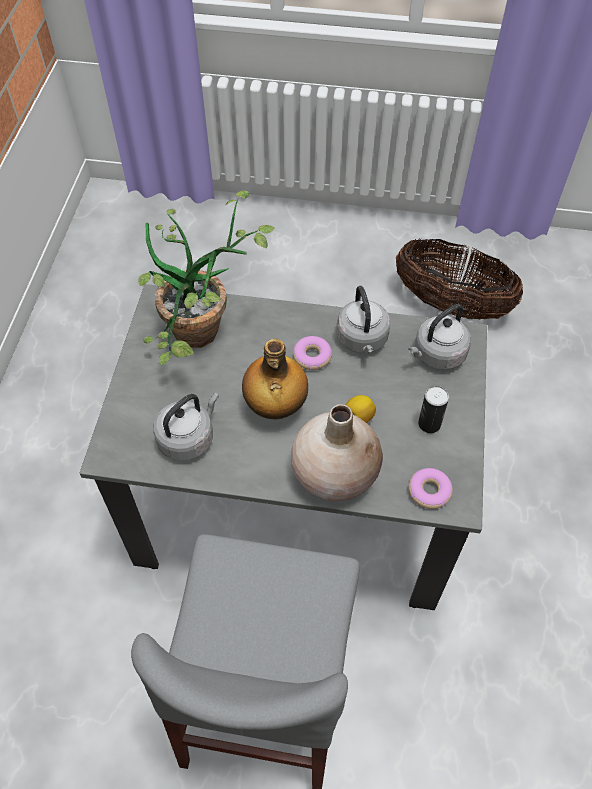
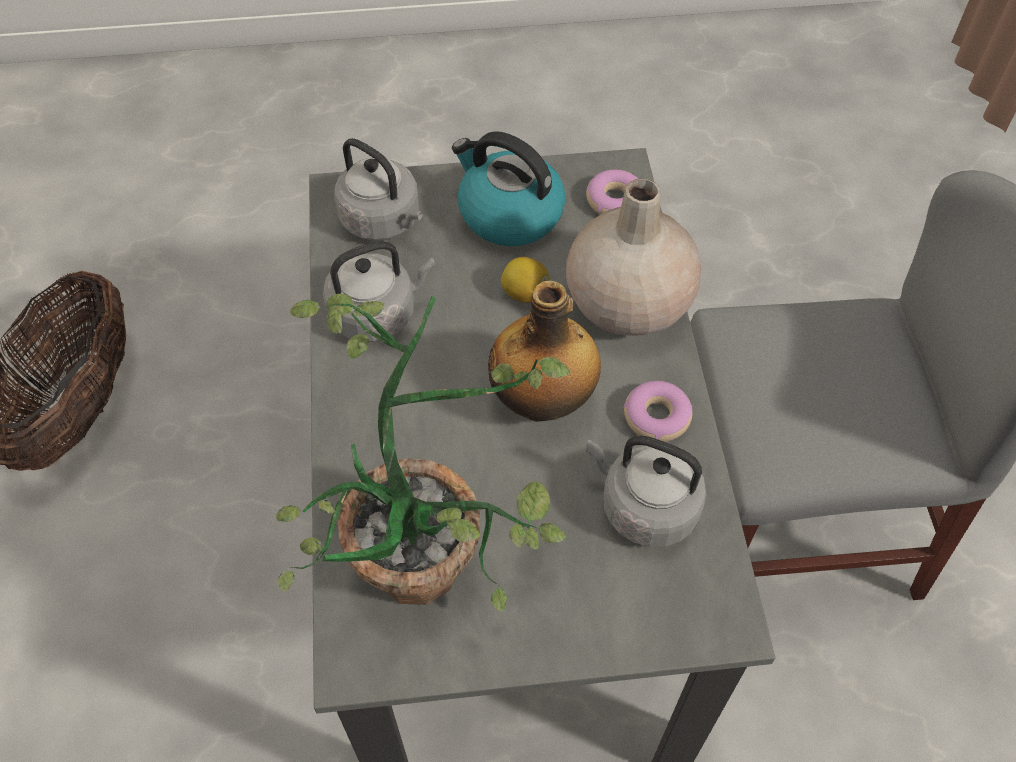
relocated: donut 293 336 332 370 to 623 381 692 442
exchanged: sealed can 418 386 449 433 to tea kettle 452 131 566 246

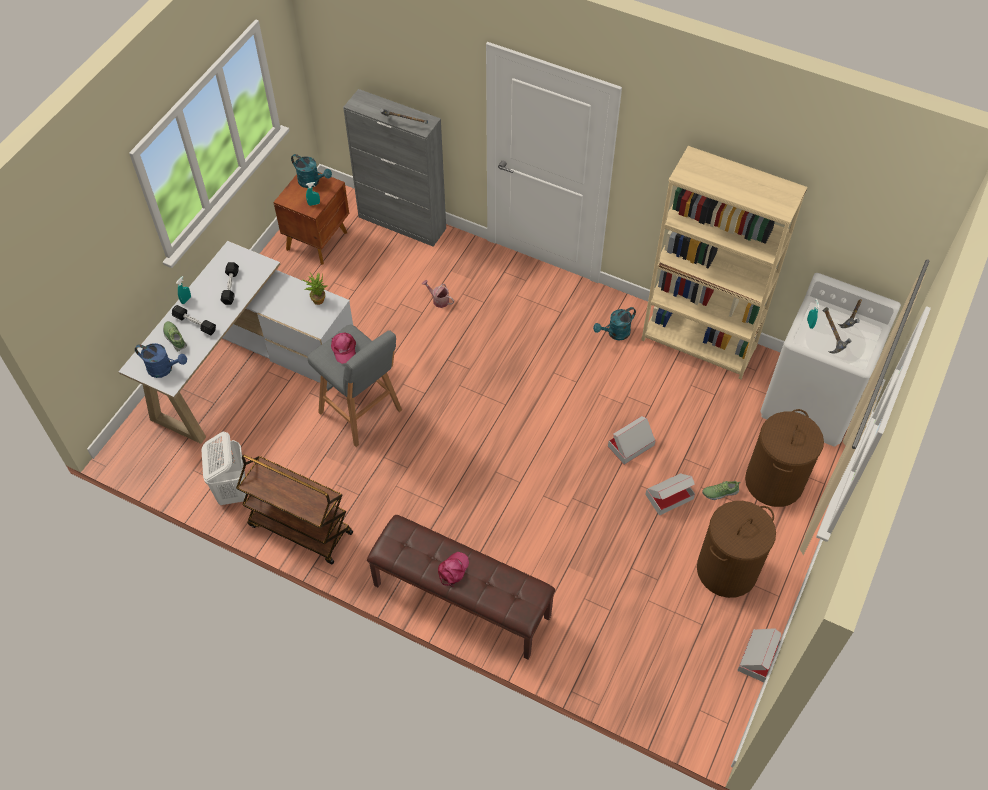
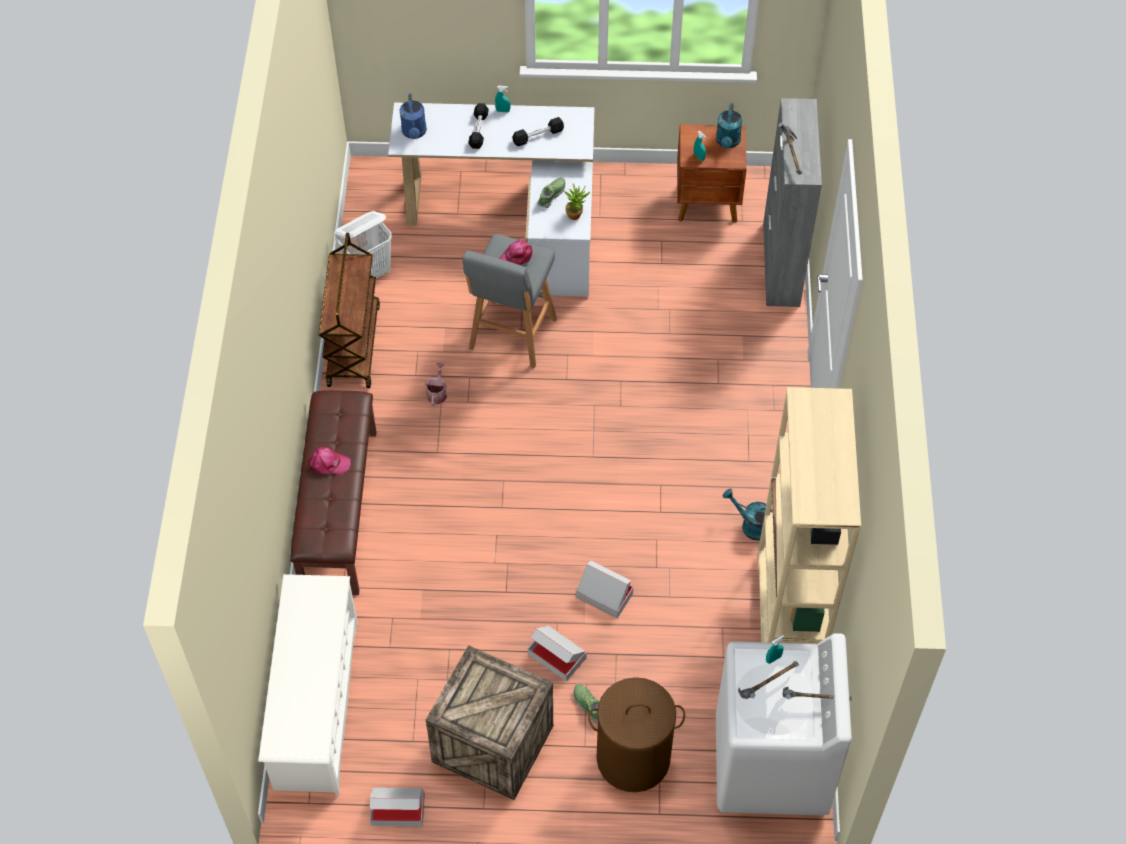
appeared: white-coloured shoe stand 258 574 358 796
relocated: item of footwear 163 321 187 351 to 537 178 565 208; sprinkling can 422 280 454 308 to 425 363 447 406
exchanged: brown-coloured hamper 697 501 776 598 to packing crate 426 645 553 800

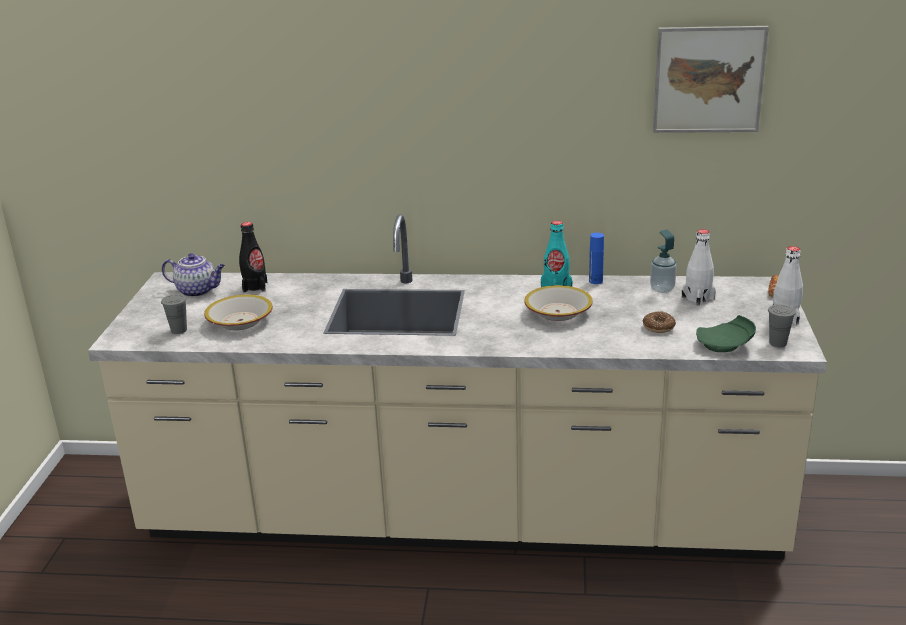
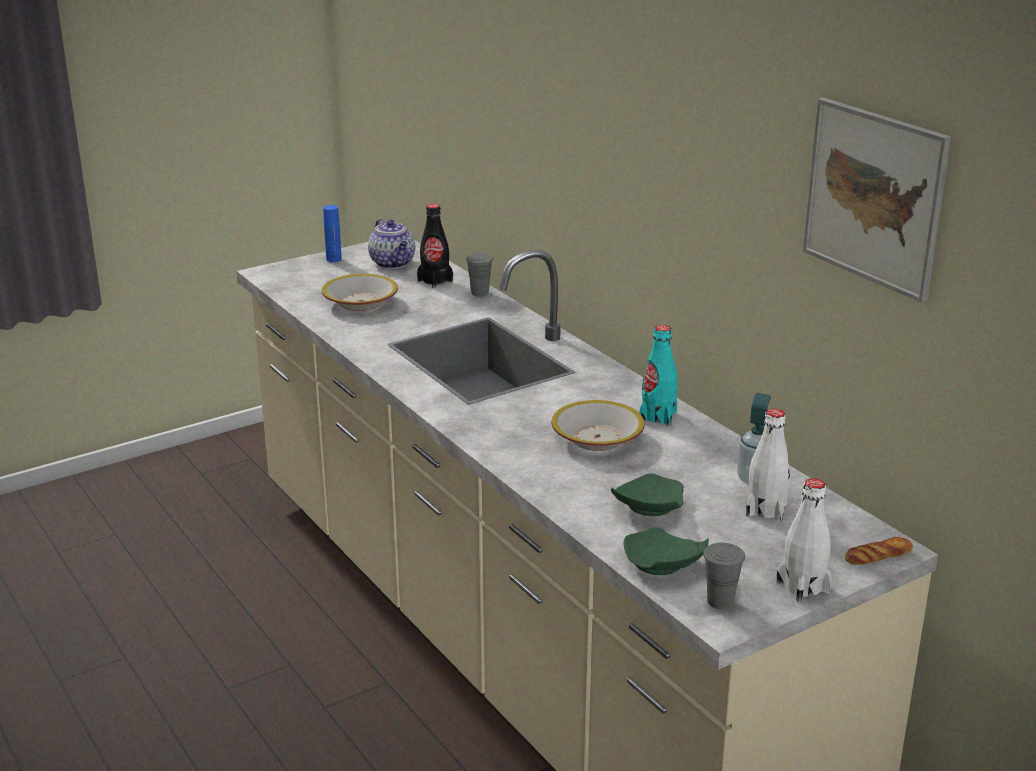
relocated: greyish cup 161 294 187 334 to 466 253 493 297; bluish bottle 589 233 604 284 to 323 205 342 262
exchanged: donut 643 311 676 333 to green-coloured plate 611 473 684 516

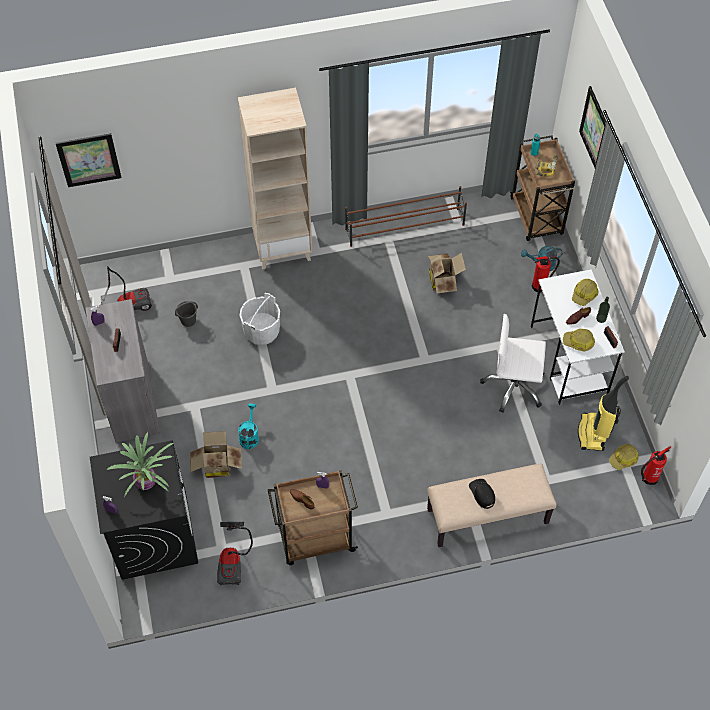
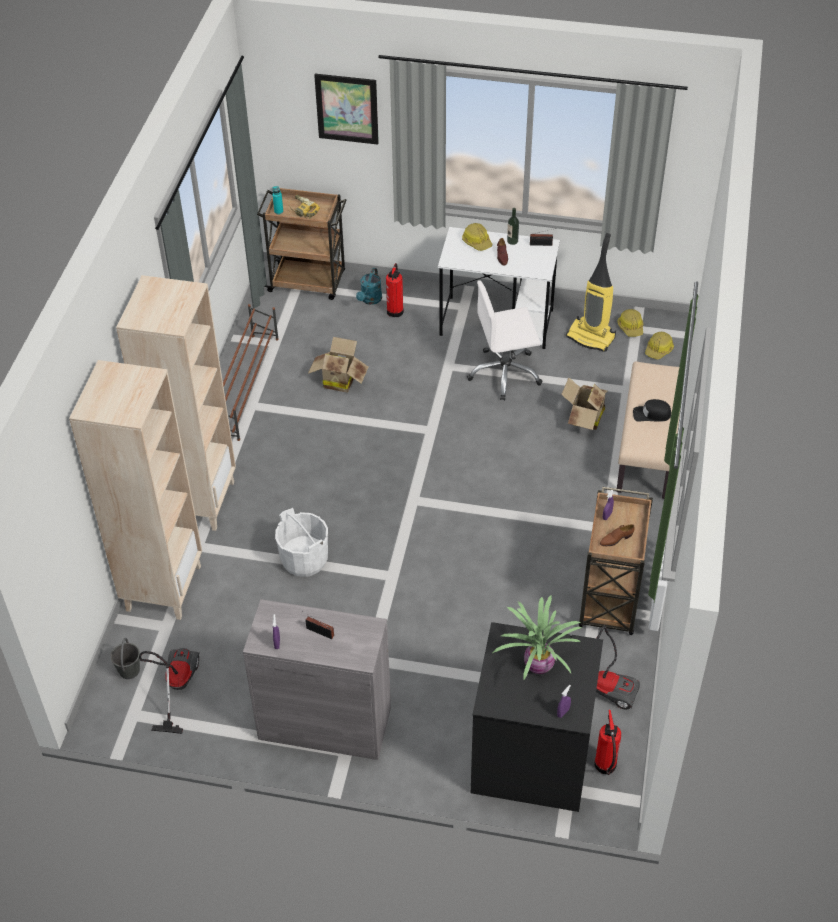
missing: picture 55 133 122 187; turquoise sprinkling can 238 404 259 449
appeared: sand-coloured shelving unit 69 360 202 620
relocated: greyish pail 175 301 198 327 to 110 638 140 679; packing box 190 431 242 478 to 561 378 608 430; hard hat 563 329 595 351 to 645 332 674 360; fire-fighting cylinder 641 446 671 485 to 594 710 621 775
spun: white-coloured desk chair 480 314 546 413 = 467 280 543 400 45 degrees clockwise

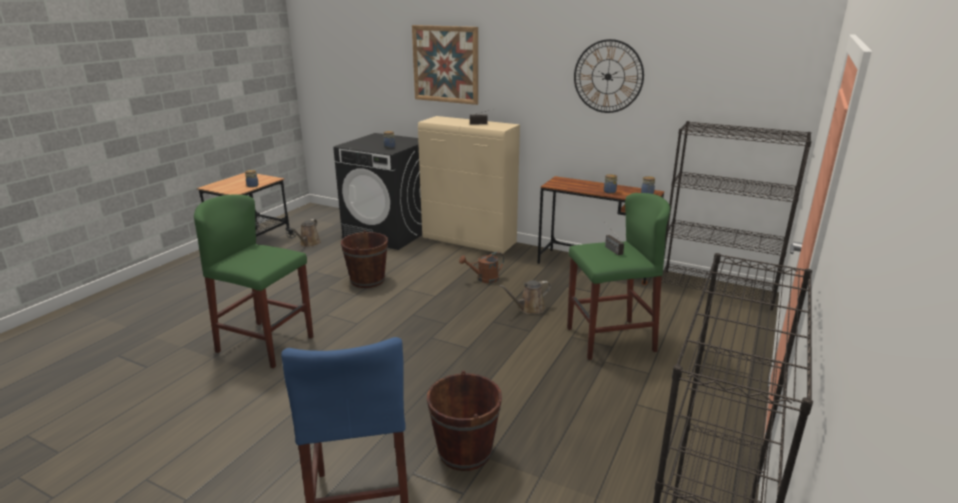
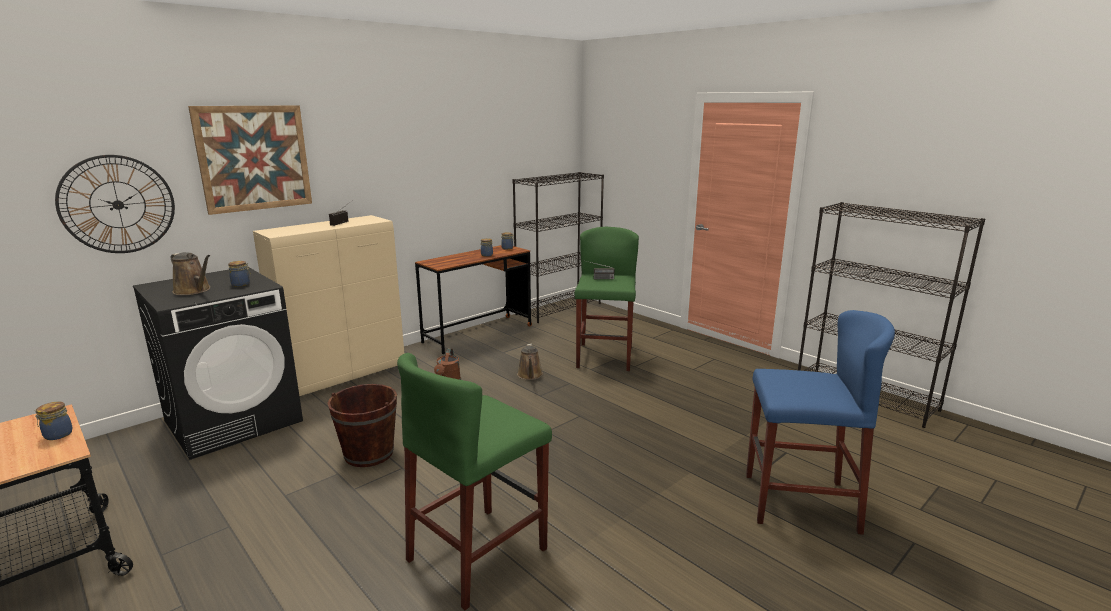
missing: brown-coloured pail 427 371 502 471
relocated: brown-coloured sprinkling can 291 219 321 247 to 171 252 210 295; hanging clock 574 39 644 113 to 55 155 175 253

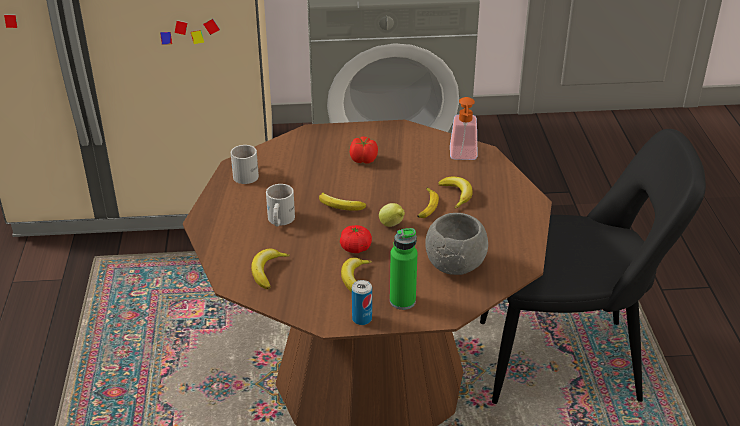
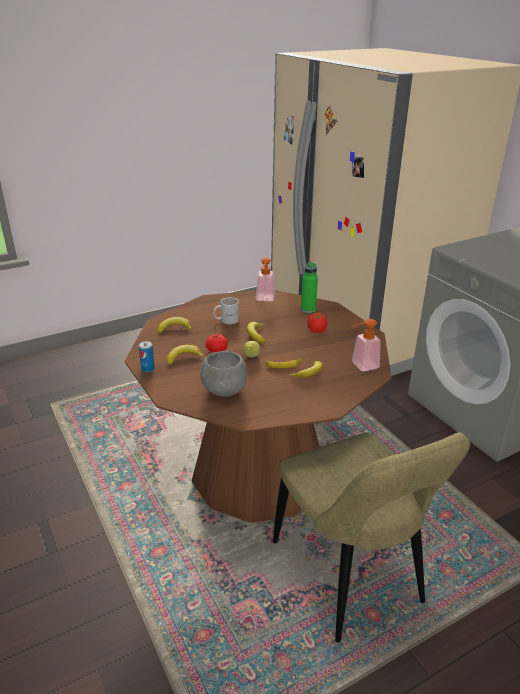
relocated: green-coloured bottle 390 228 418 310 to 301 262 318 313
exchanged: white-coloured mug 231 145 259 184 to soap bottle 256 258 275 301
colour: black-coloured plain chair 480 129 706 404 to sand-coloured plain chair 273 432 470 643

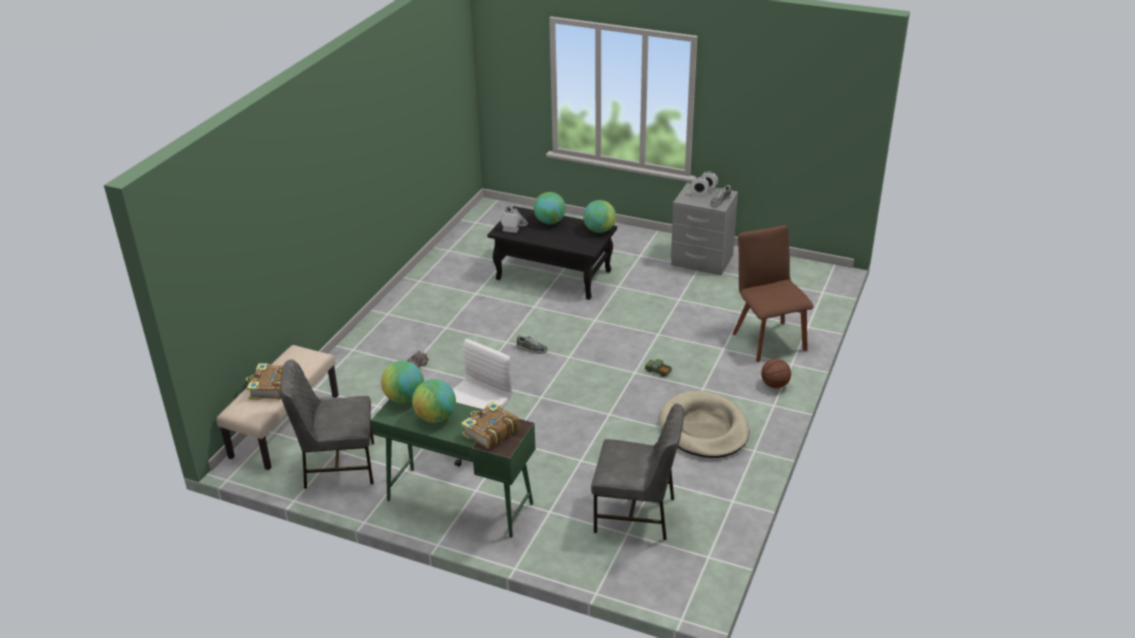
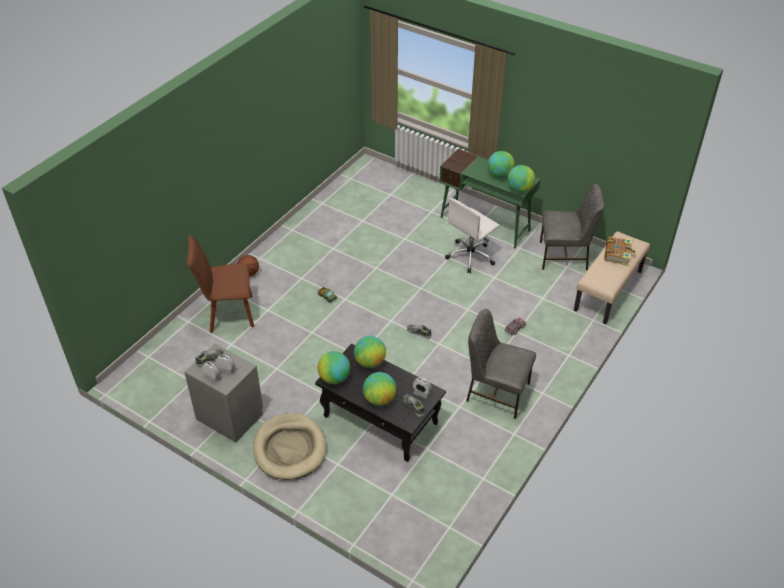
missing: bound book 461 401 519 449
appeared: globe 354 336 386 368
relocated: greyish plain chair 591 404 684 540 to 466 309 536 419; sand-coloured pet bed 659 390 750 458 to 253 413 327 480
spun: brown-coloured plain chair 732 225 814 362 = 187 235 254 333 90 degrees clockwise

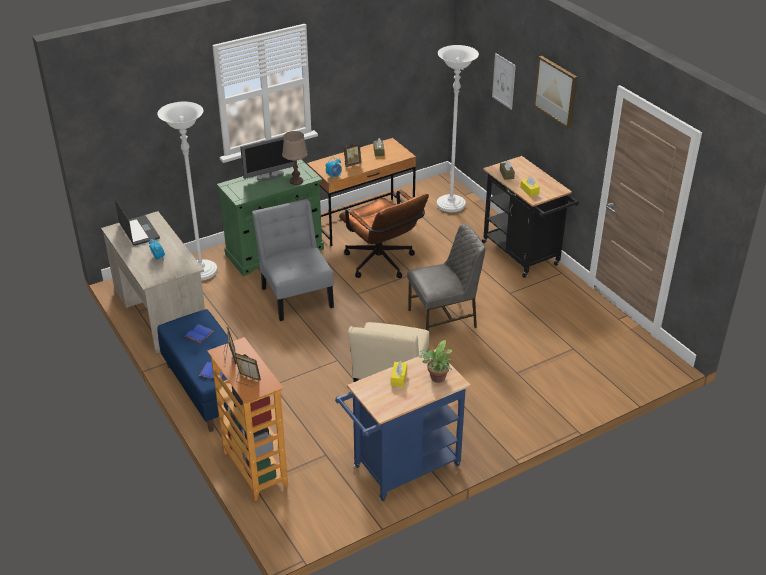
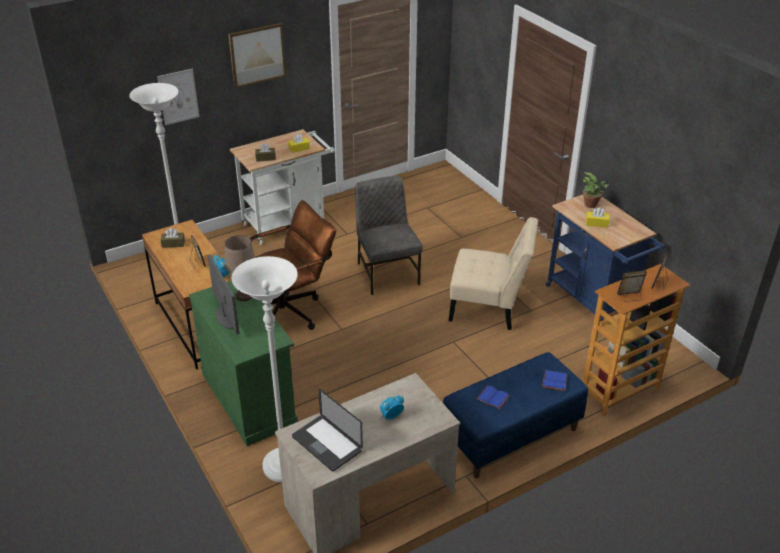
missing: greyish plain chair 252 199 334 321
colour: black-coloured trolley 482 156 579 278 to white-coloured trolley 230 129 335 245
spun: portable computer 115 200 160 246 = 292 389 363 471 105 degrees counterclockwise

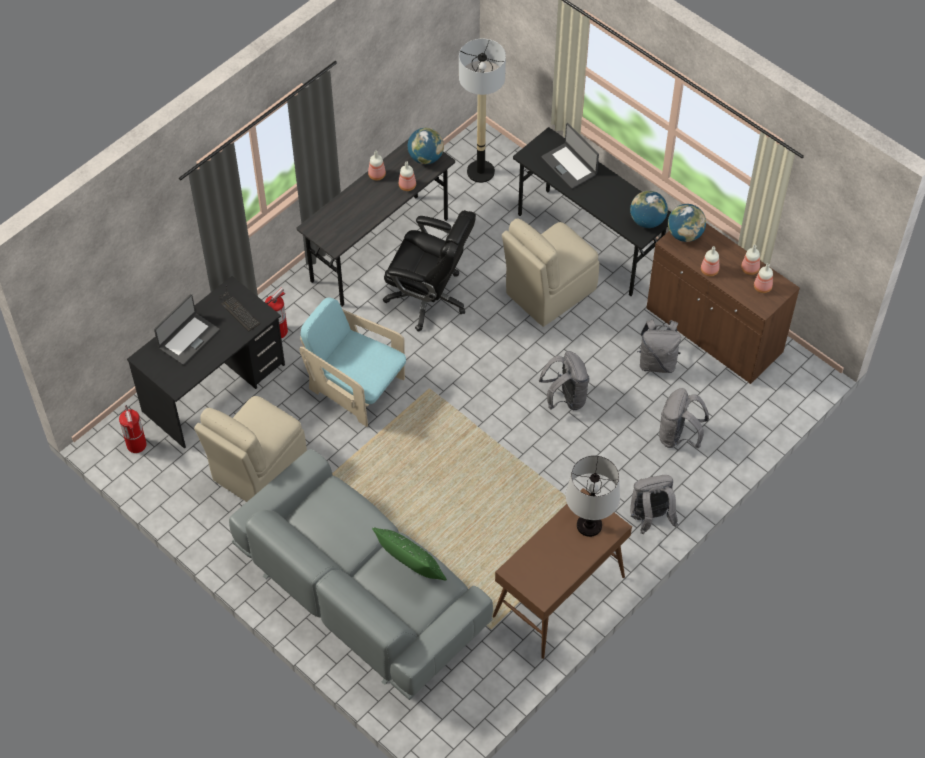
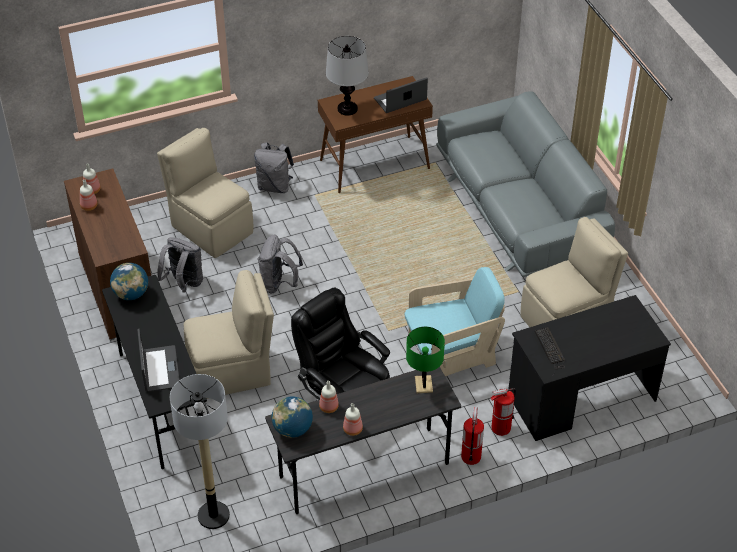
missing: green-coloured cushion 372 527 447 580; globe 668 204 706 242; bottle 701 246 719 276
appeared: green-coloured table lamp 406 327 445 393
relocated: fire-fighting cylinder 119 405 147 453 to 461 407 484 465; portable computer 154 294 220 365 to 374 77 428 113
exchanged: greyish rucksack 659 388 709 448 to sand-coloured plain chair 157 128 253 258
spun: turquoise lounge chair 299 297 406 427 = 405 267 505 376 75 degrees counterclockwise

